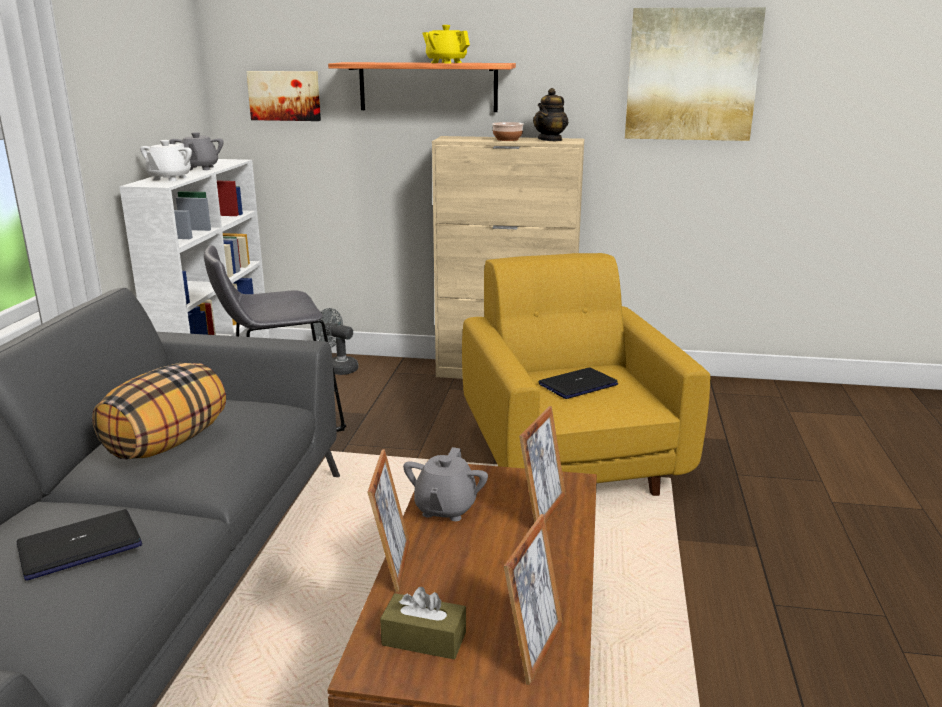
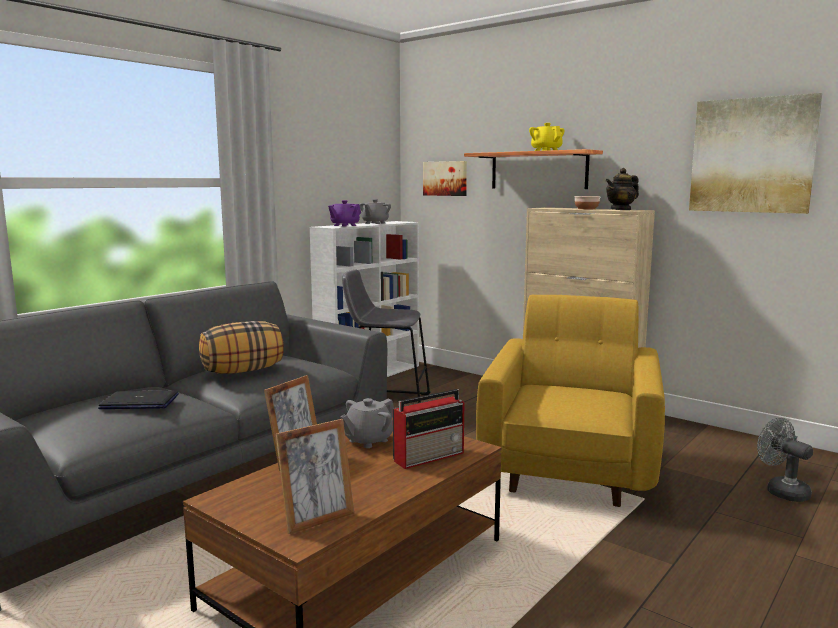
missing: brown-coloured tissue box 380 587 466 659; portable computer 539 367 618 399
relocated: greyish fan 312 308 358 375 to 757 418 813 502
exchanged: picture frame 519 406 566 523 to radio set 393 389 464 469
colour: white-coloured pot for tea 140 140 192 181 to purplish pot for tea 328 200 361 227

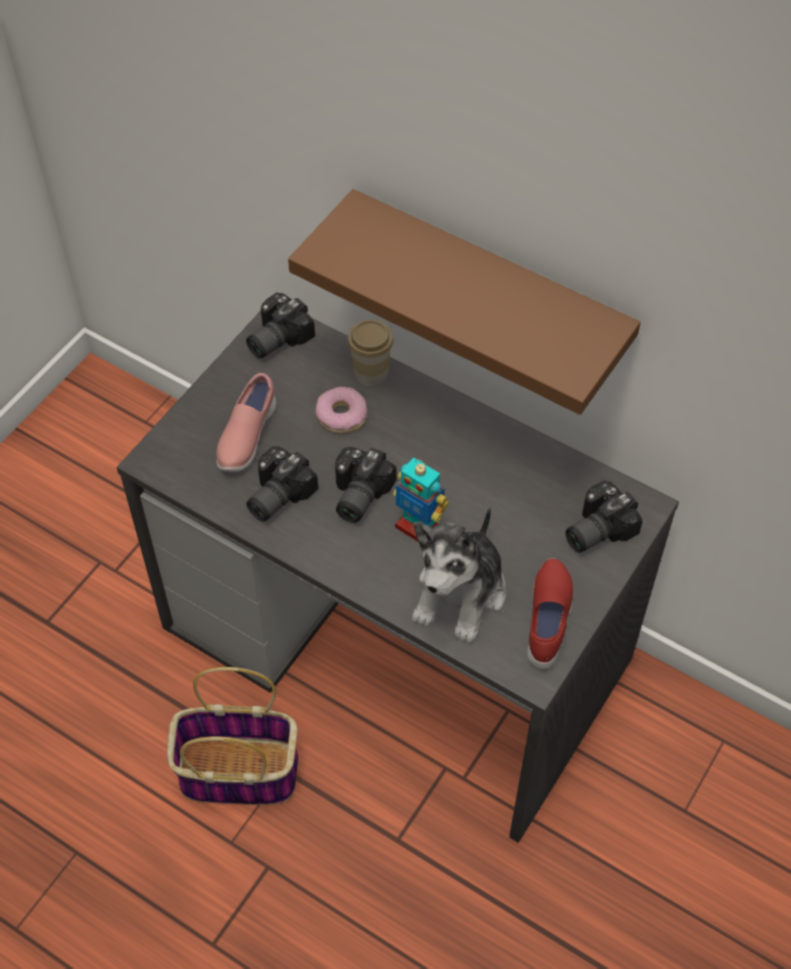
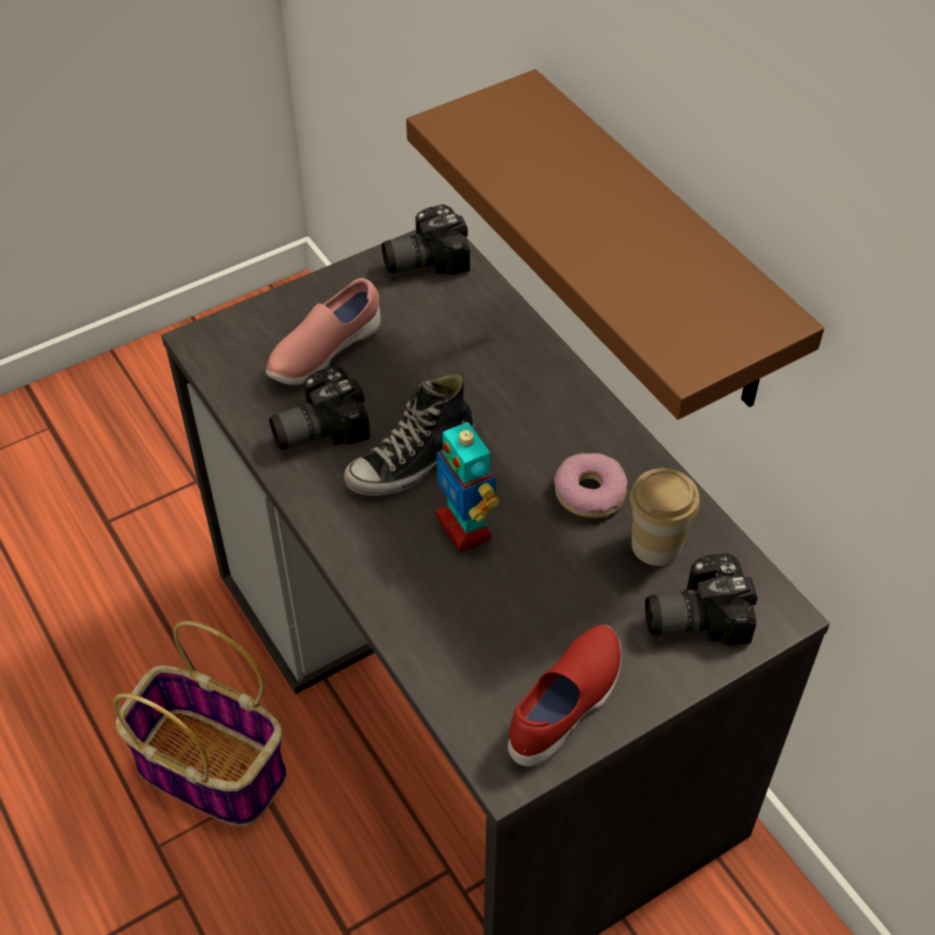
missing: cuddly toy 412 507 506 644
relocated: donut 316 387 367 433 to 554 453 627 518; cup 347 320 393 386 to 630 468 700 566
exchanged: still camera 335 447 396 523 to item of footwear 344 374 474 496

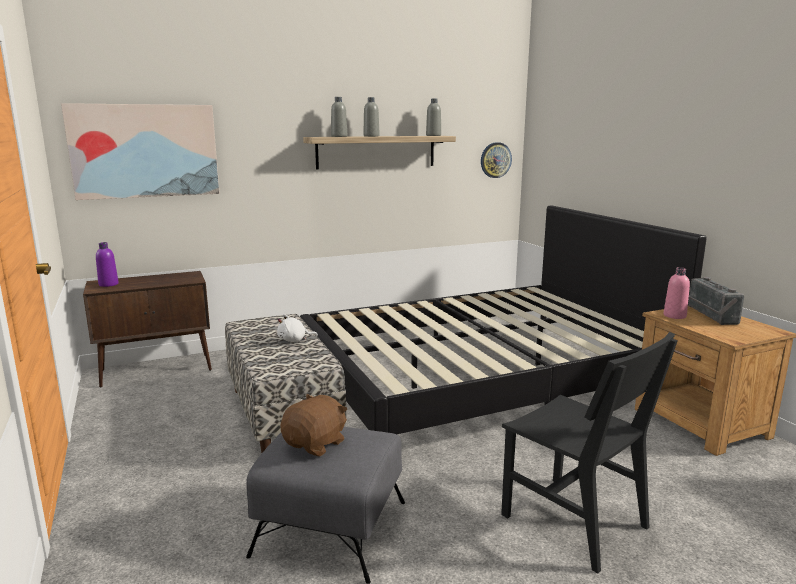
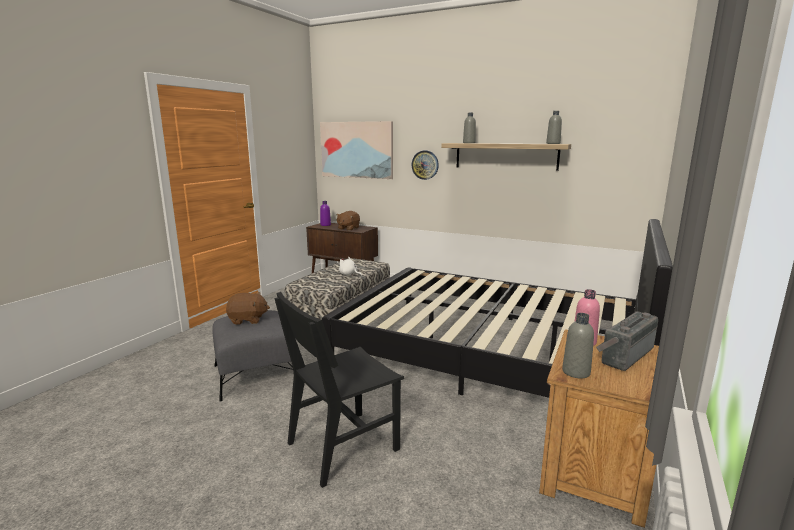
appeared: brown-coloured cuddly toy 336 211 360 231
relocated: greyish bottle 363 97 380 137 to 562 313 594 379; hanging clock 481 142 512 178 to 412 150 439 180
spun: black-coloured plain chair 501 332 678 574 = 274 292 404 488 45 degrees clockwise

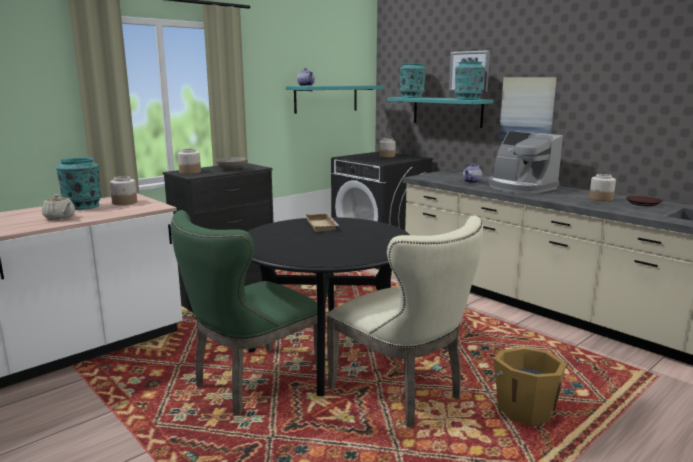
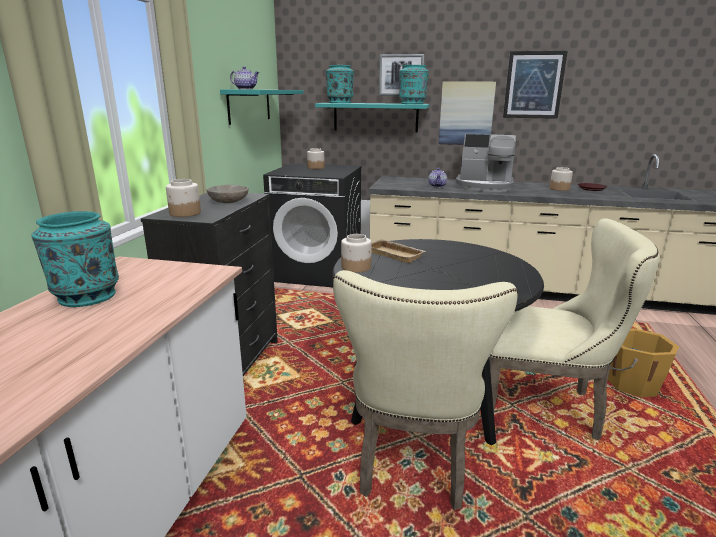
missing: sand-coloured pot for tea 42 194 75 220
appeared: picture 503 51 567 119
relocated: preserve jar 110 176 137 205 to 341 234 372 273
colour: green-coloured plain chair 171 210 326 415 to sand-coloured plain chair 333 270 518 510

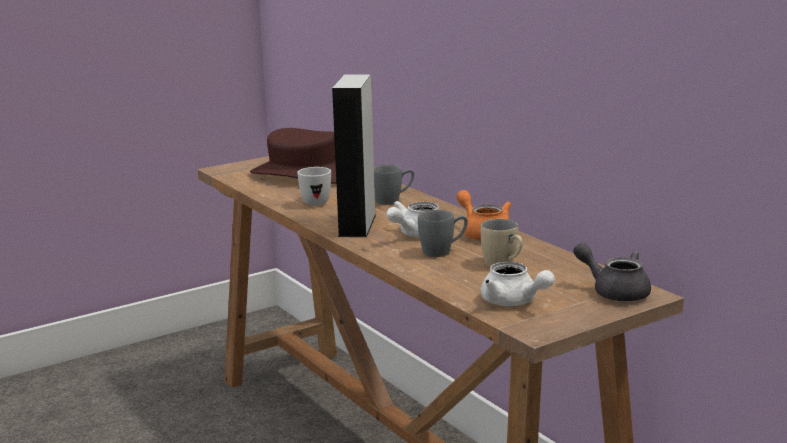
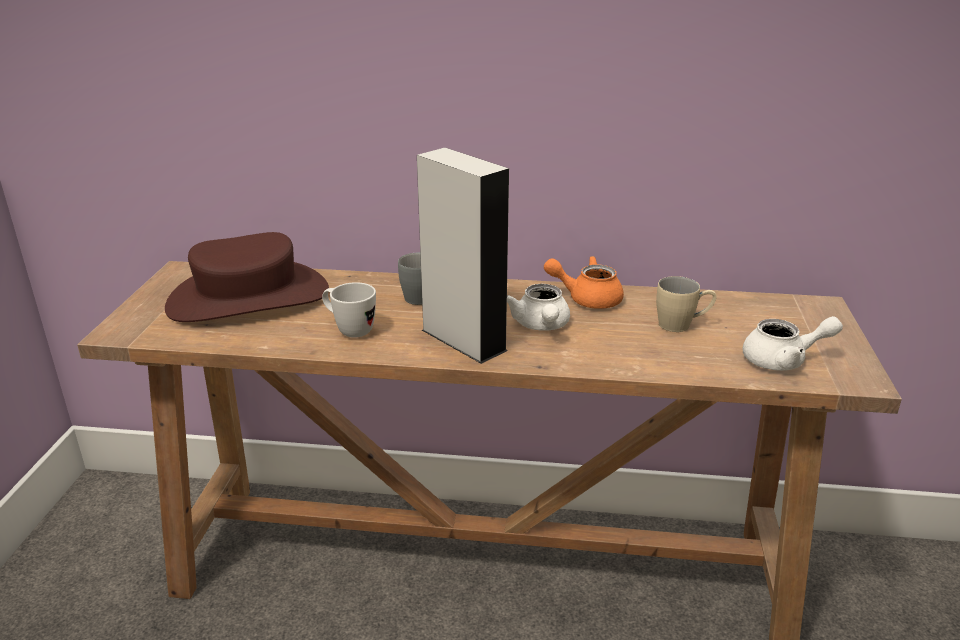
missing: greyish mug 418 210 468 257; greyish pot for tea 573 243 651 301

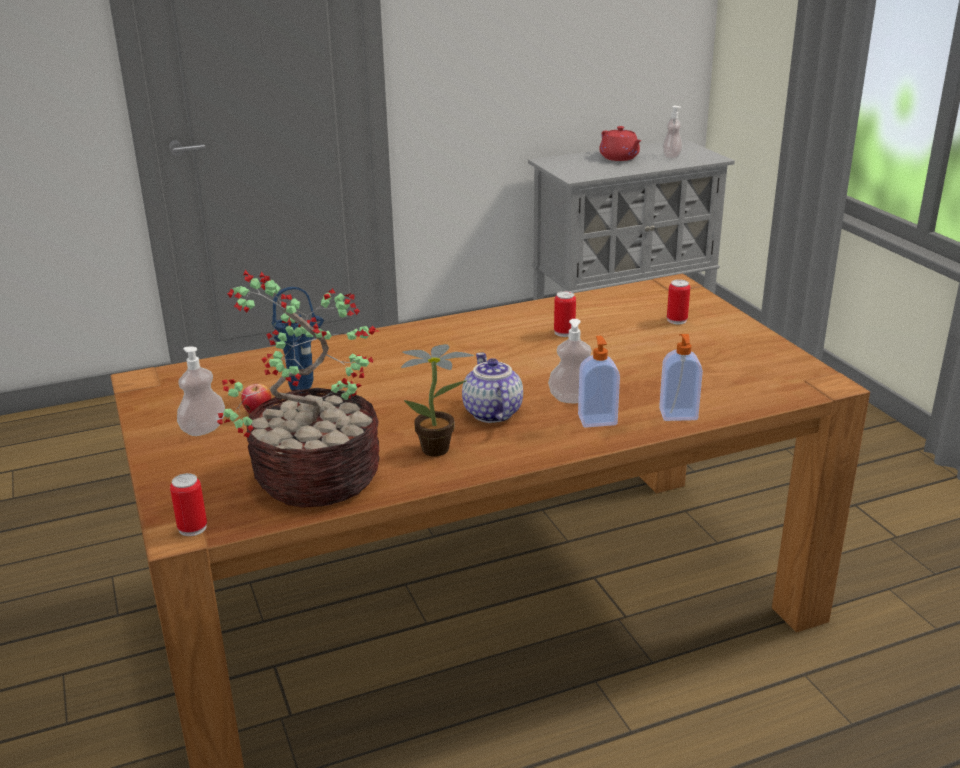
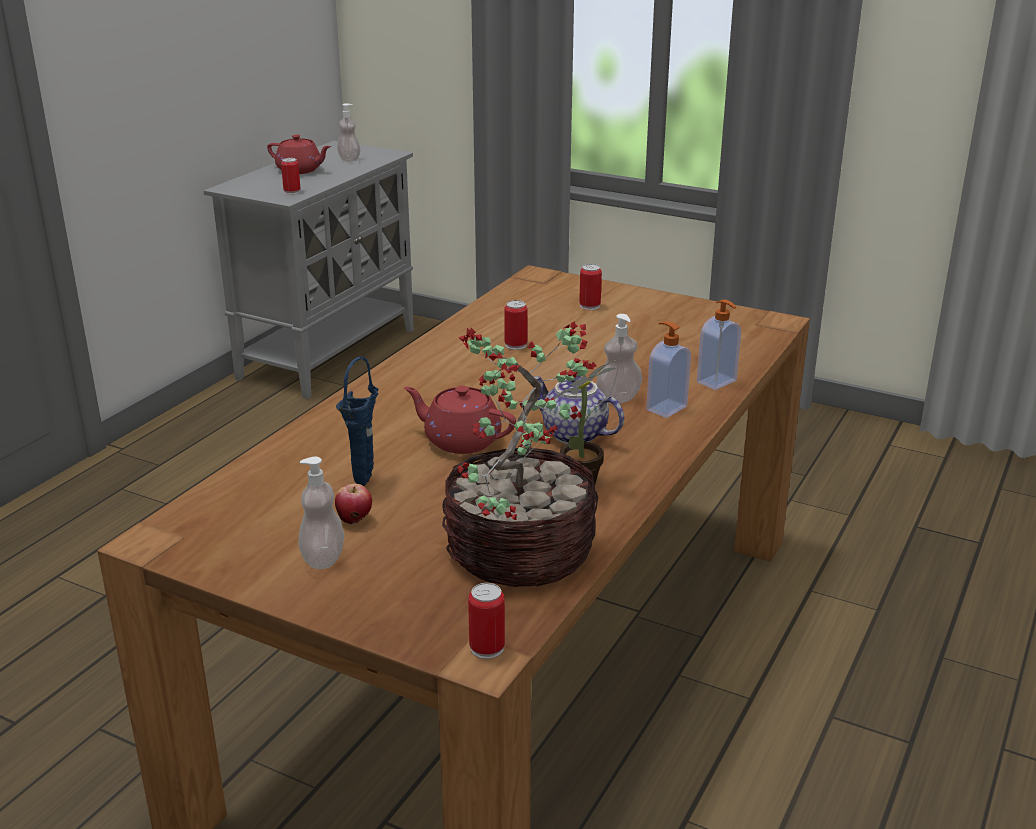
appeared: sealed can 281 158 301 194; reddish pot for tea 404 386 516 454

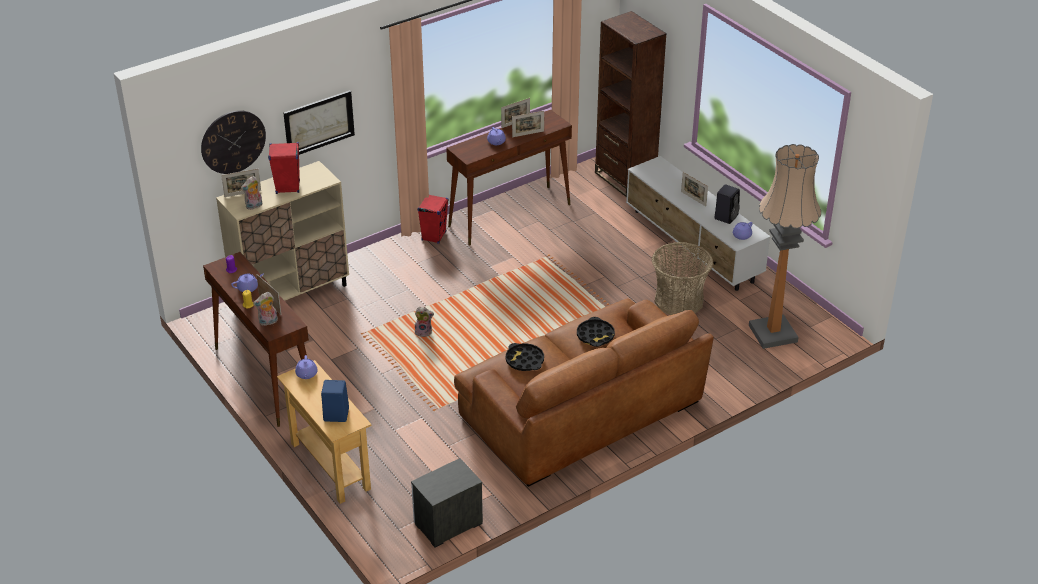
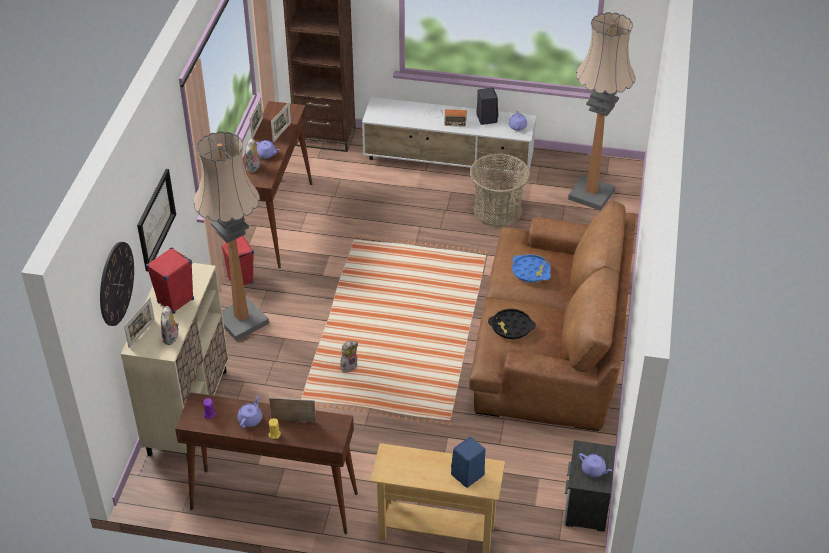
appeared: standing lamp 193 131 269 341
relocated: cuddly toy 253 292 278 326 to 245 138 261 173; purplish pot for tea 295 355 317 379 to 579 453 612 477
exchanged: picture frame 681 172 708 206 to radio set 424 109 467 127
colour: black-coloured serving tray 577 317 615 347 to bluish serving tray 512 254 551 283

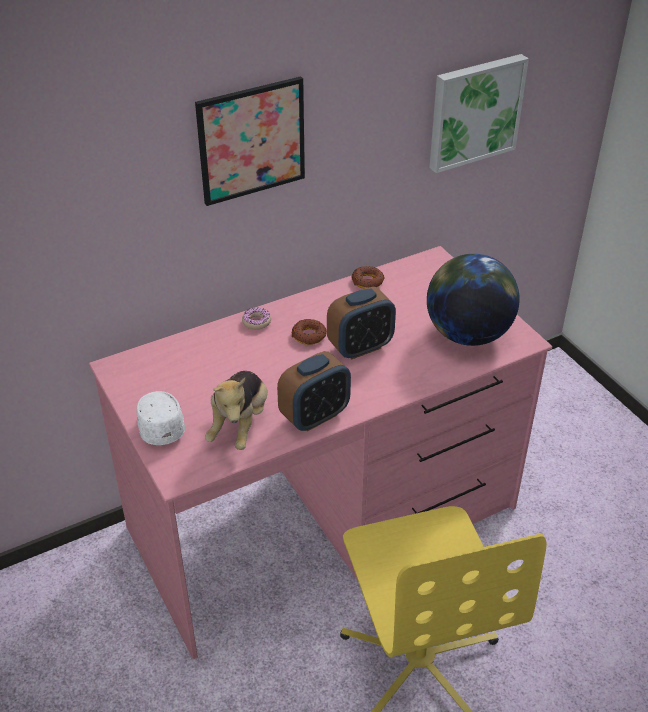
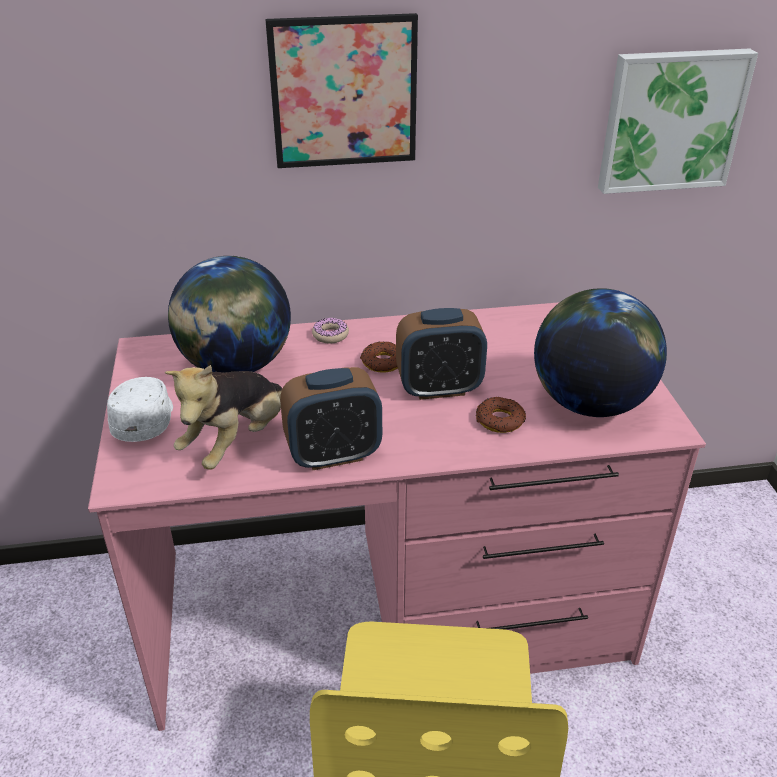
appeared: globe 168 256 291 373
relocated: donut 352 266 384 289 to 476 397 526 433

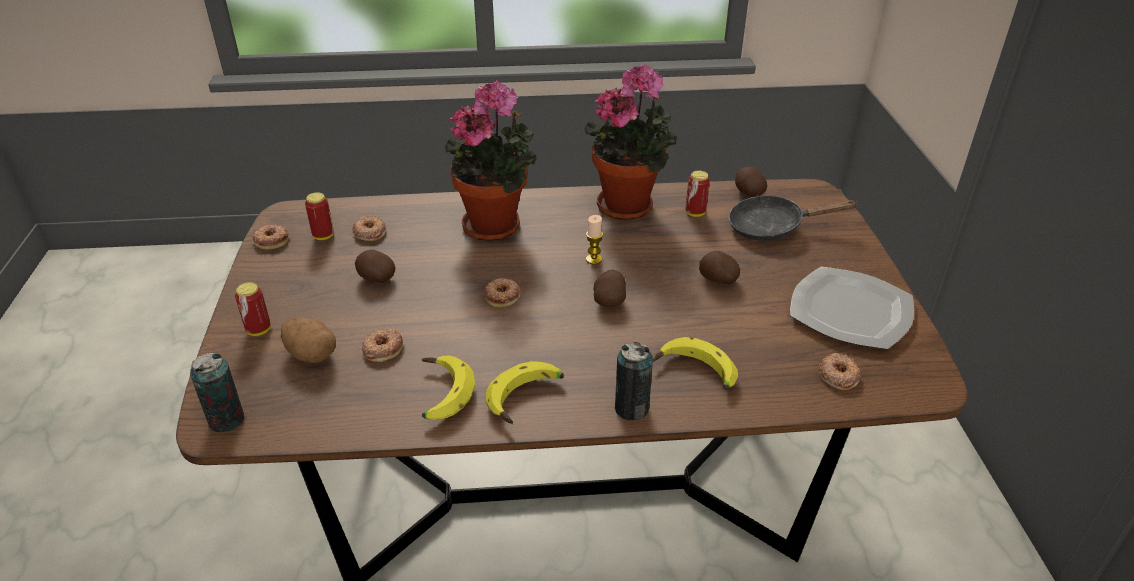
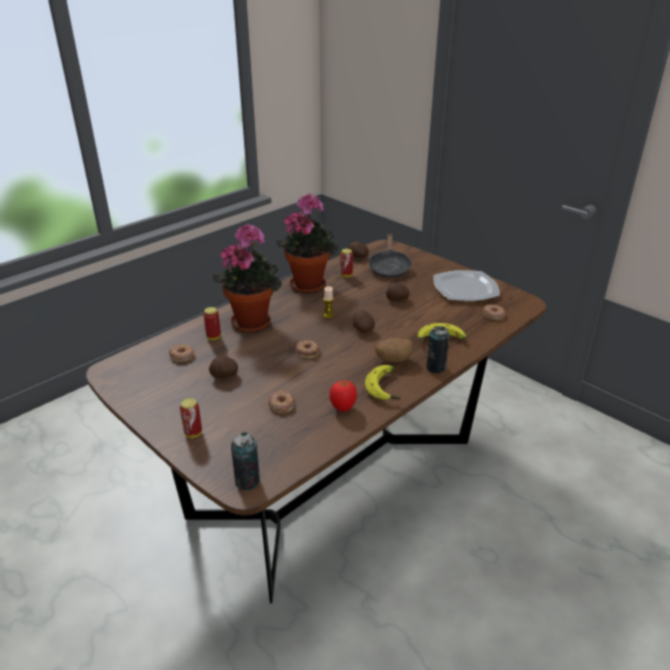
missing: donut 252 225 289 250
relocated: whole potato 281 317 336 363 to 374 338 414 362; sealed can 305 192 334 240 to 203 307 221 340
exchanged: banana fruit 422 355 475 420 to tomato 330 380 357 412
spun: black-coloured skillet 728 195 858 241 = 368 234 412 278 45 degrees counterclockwise

